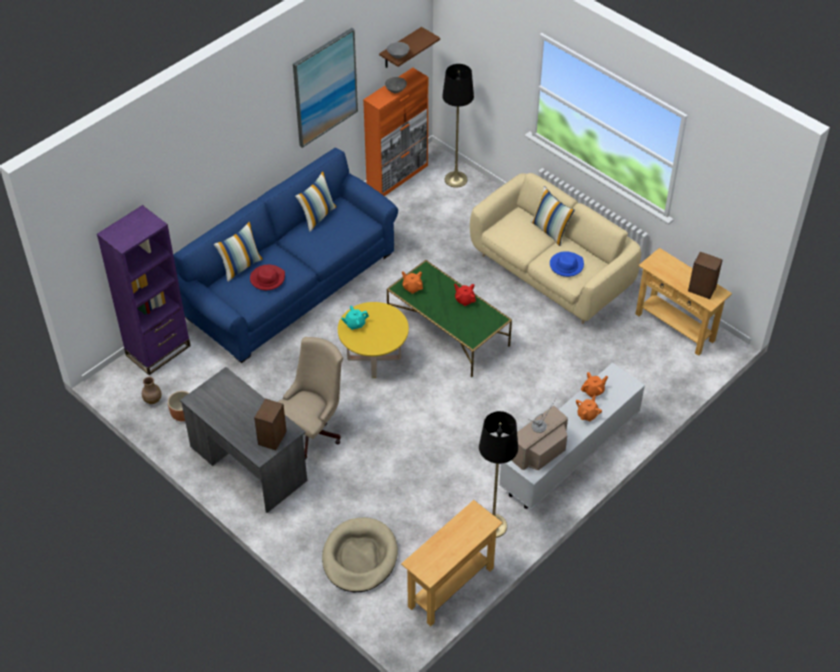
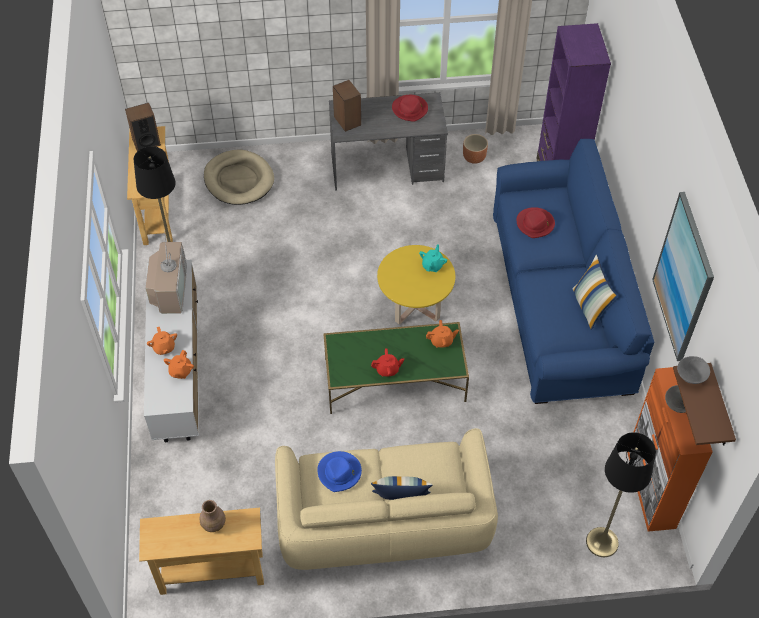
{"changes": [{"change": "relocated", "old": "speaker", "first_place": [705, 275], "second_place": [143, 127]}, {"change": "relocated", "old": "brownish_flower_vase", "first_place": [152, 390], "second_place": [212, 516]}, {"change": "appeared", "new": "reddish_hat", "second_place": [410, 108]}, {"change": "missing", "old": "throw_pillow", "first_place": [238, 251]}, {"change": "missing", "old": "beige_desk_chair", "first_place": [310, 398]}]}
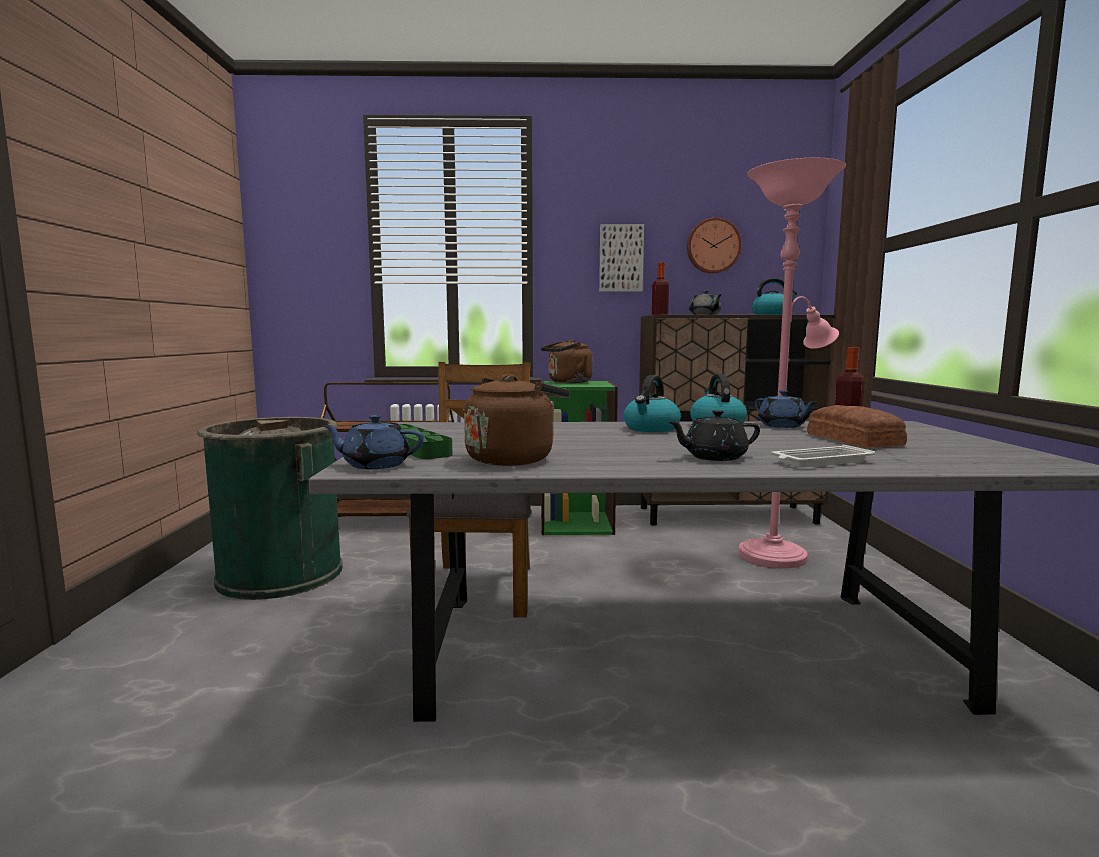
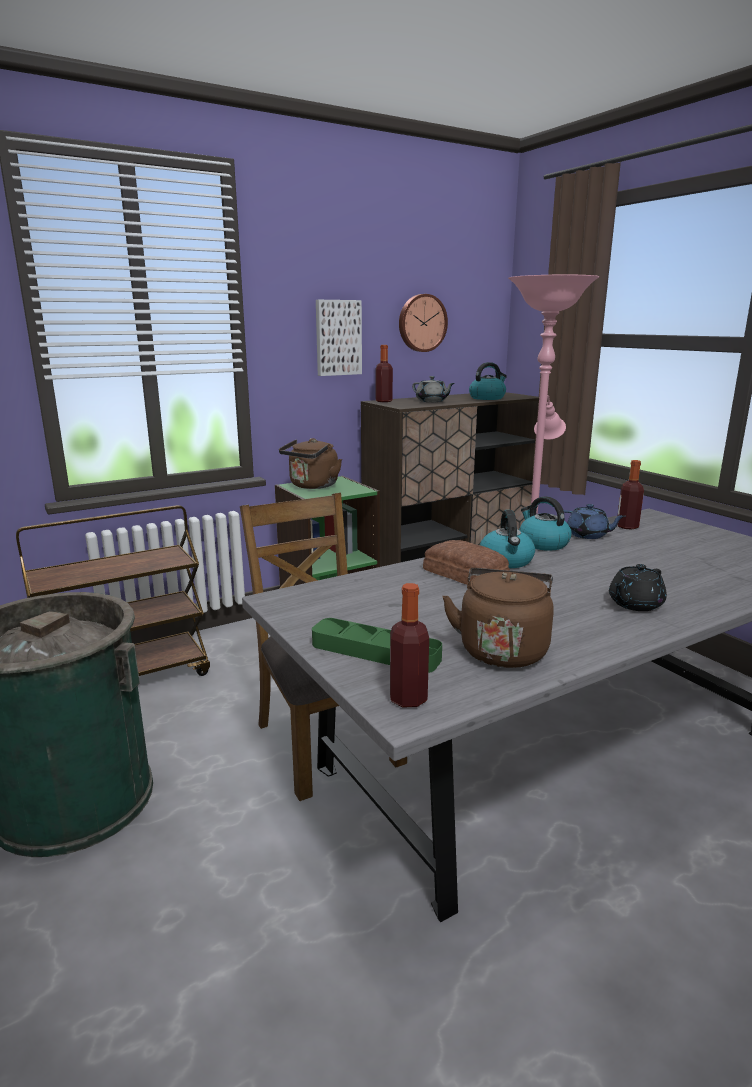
{"changes": [{"change": "exchanged", "old": "bluish_teapot", "new": "beverage_bottle", "first_place": [373, 442], "second_place": [409, 645]}, {"change": "relocated", "old": "bakery_bread", "first_place": [857, 426], "second_place": [466, 562]}, {"change": "missing", "old": "white-coloured_carrying_tray", "first_place": [823, 456]}]}
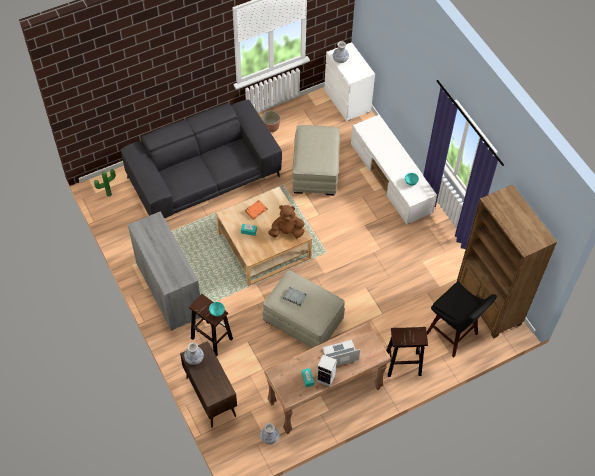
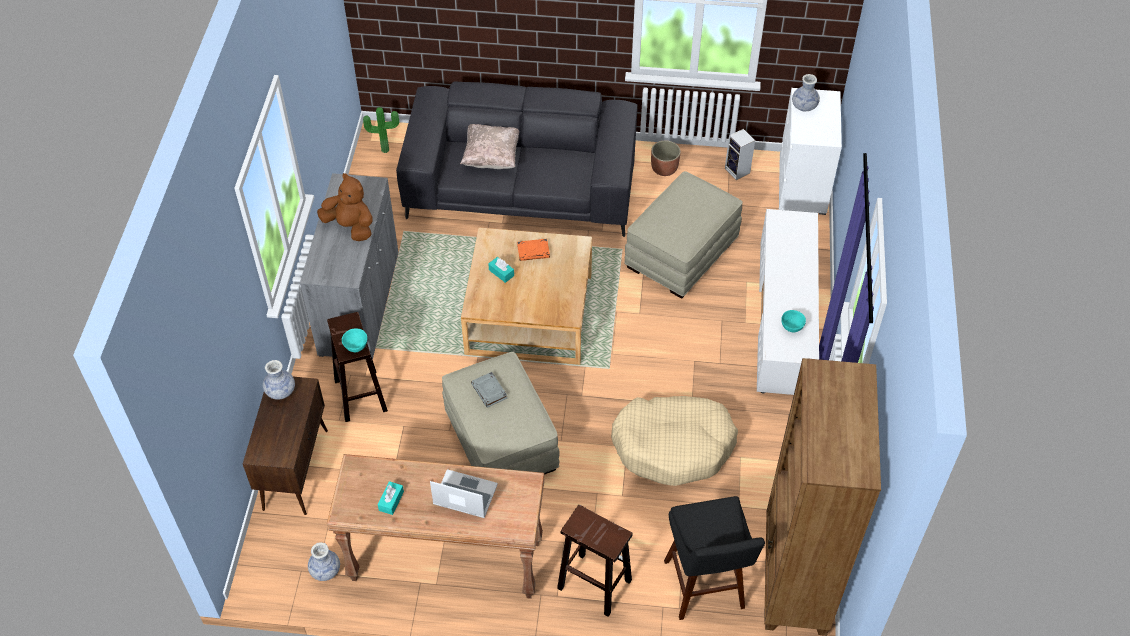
{"changes": [{"change": "relocated", "old": "brownish_soft_toy", "first_place": [286, 221], "second_place": [345, 207]}, {"change": "appeared", "new": "beige_throw_pillow", "second_place": [489, 146]}, {"change": "appeared", "new": "beige_pet_bed", "second_place": [674, 441]}, {"change": "relocated", "old": "speaker", "first_place": [326, 370], "second_place": [740, 154]}]}
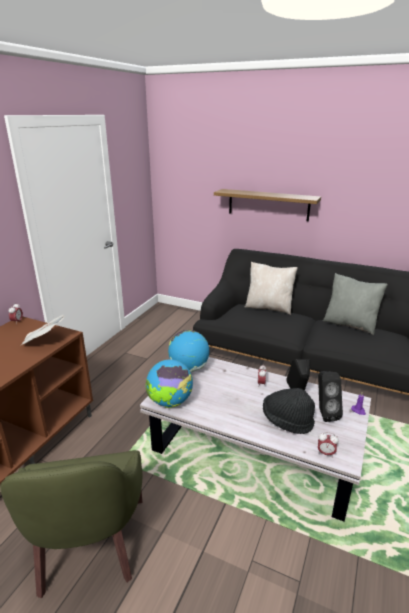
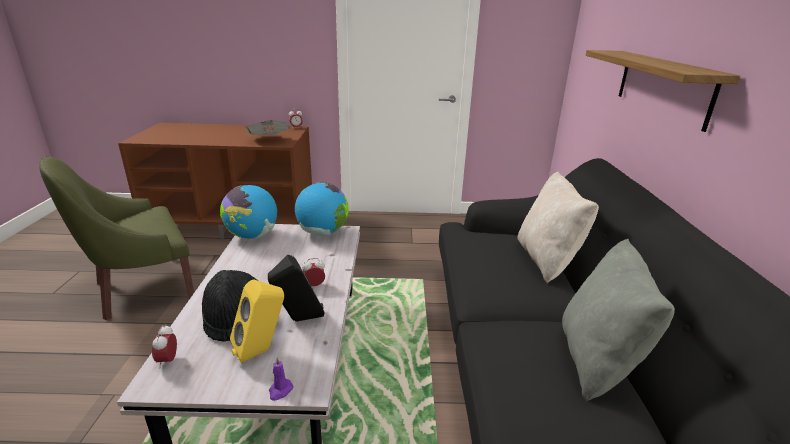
{"changes": [{"change": "colour", "old": "black-coloured_speaker", "new": "yellow-coloured_speaker", "first_place": [330, 396], "second_place": [257, 321]}]}
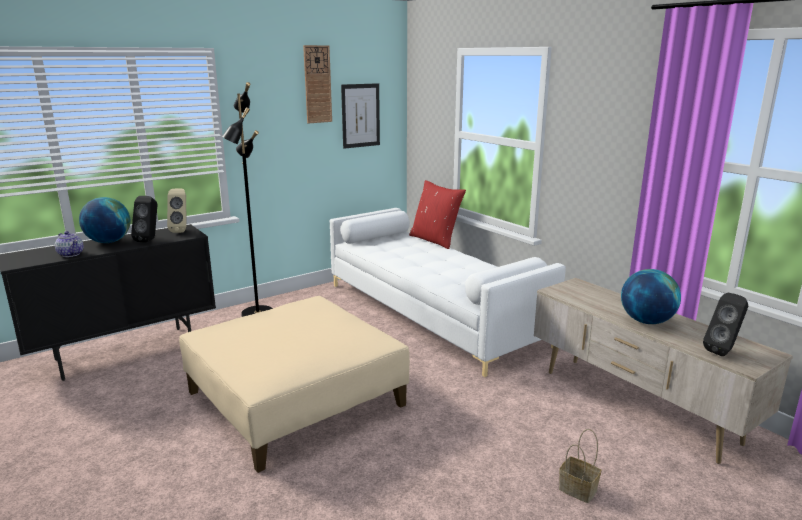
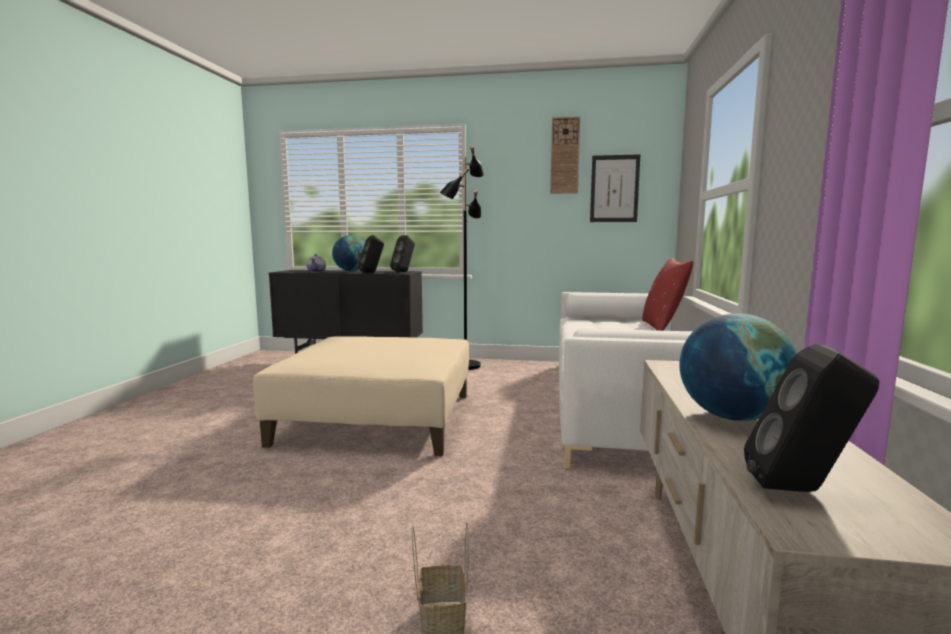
{"changes": [{"change": "colour", "old": "beige_speaker", "new": "black-coloured_speaker", "first_place": [176, 210], "second_place": [402, 253]}]}
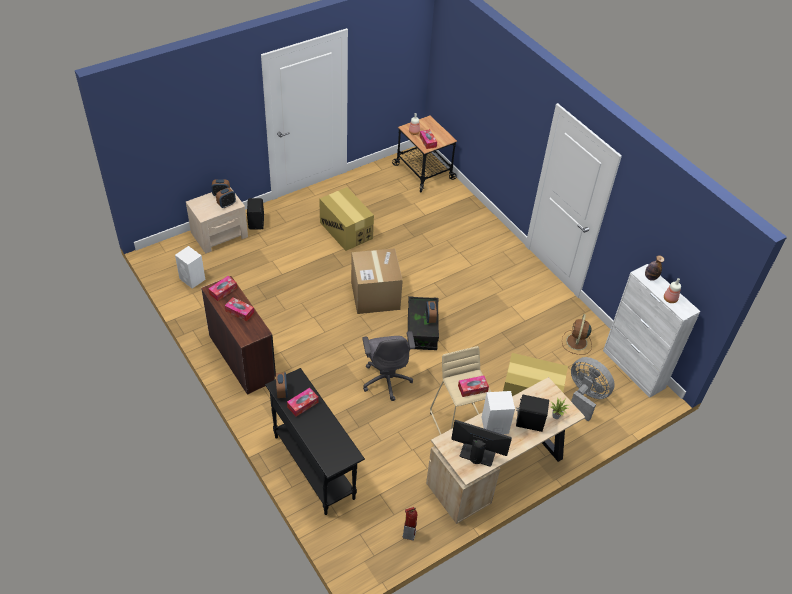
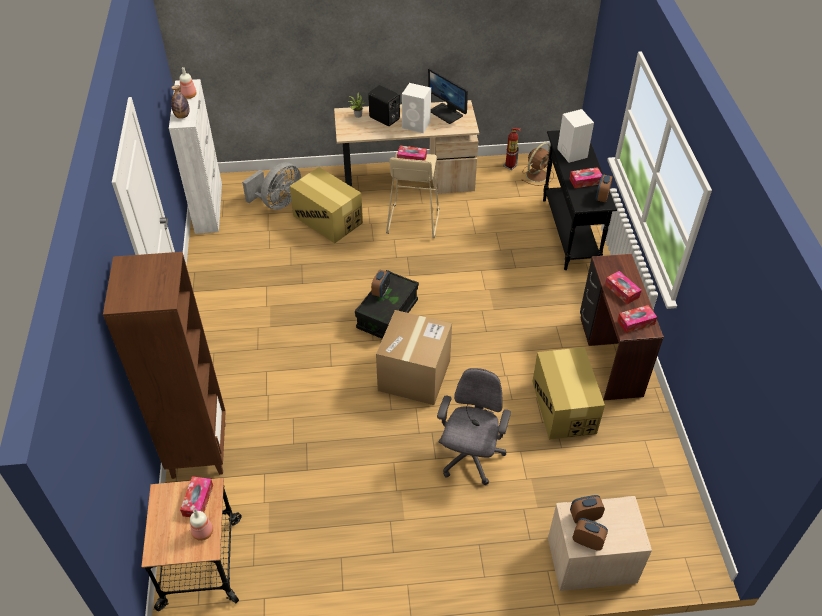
{"changes": [{"change": "appeared", "new": "brownish_bookcase", "second_place": [164, 365]}, {"change": "spun", "old": "grey_fan", "first_place": [593, 389], "second_place": [271, 186], "degrees": -120}, {"change": "relocated", "old": "grey_desk_chair", "first_place": [388, 366], "second_place": [474, 426]}, {"change": "relocated", "old": "brownish_fan", "first_place": [577, 334], "second_place": [537, 164]}, {"change": "relocated", "old": "packing_box", "first_place": [346, 219], "second_place": [568, 393]}, {"change": "relocated", "old": "white-coloured_speaker", "first_place": [190, 267], "second_place": [575, 136]}, {"change": "missing", "old": "black-coloured_speaker", "first_place": [255, 214]}]}
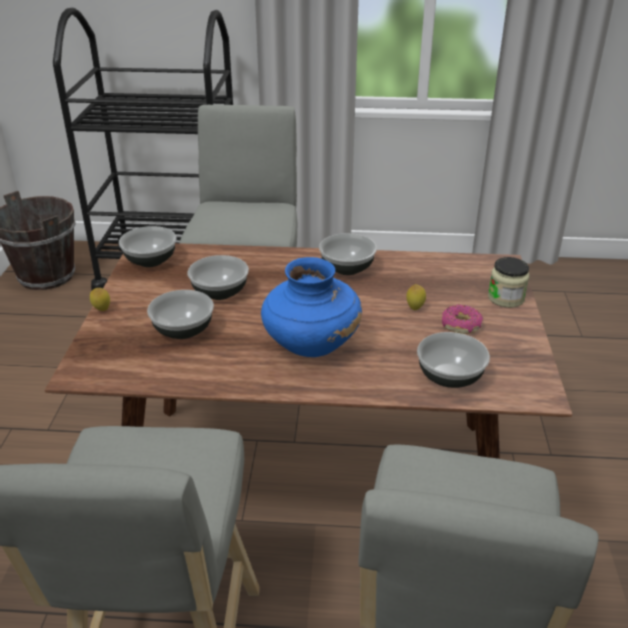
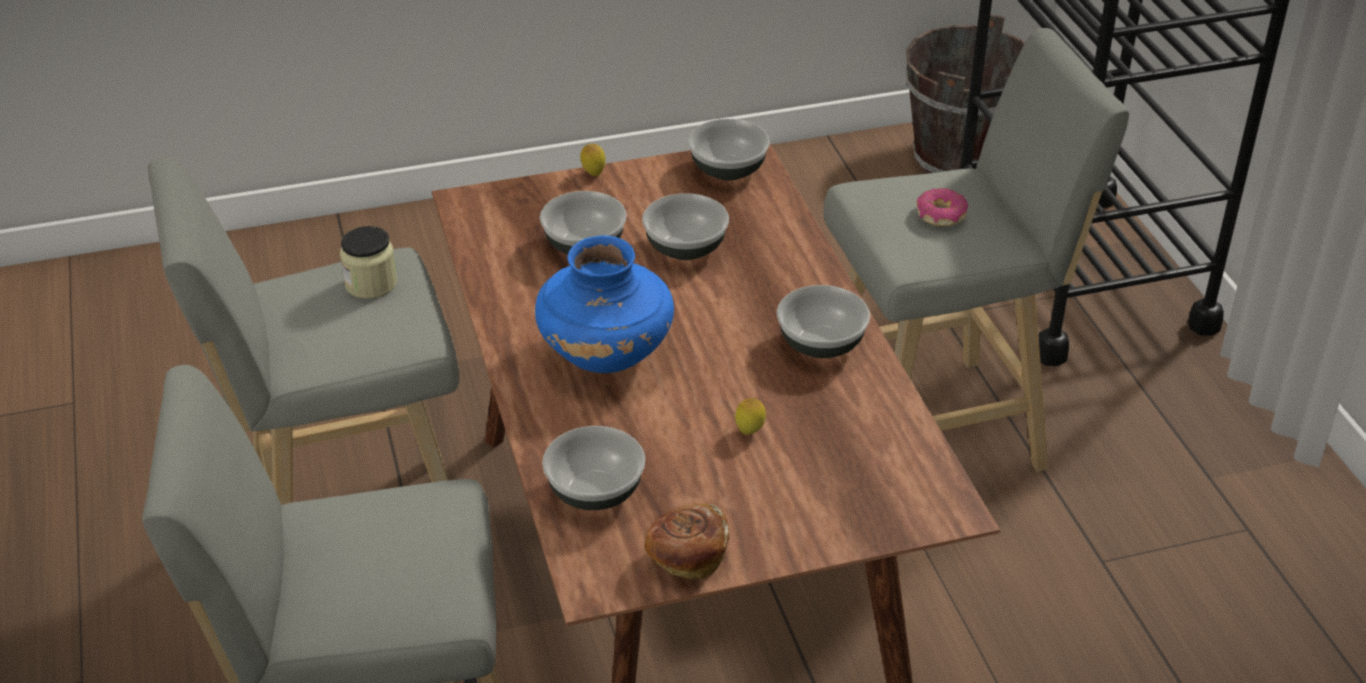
{"changes": [{"change": "relocated", "old": "jar", "first_place": [508, 282], "second_place": [368, 262]}, {"change": "appeared", "new": "bakery_bread", "second_place": [686, 541]}, {"change": "relocated", "old": "doughnut", "first_place": [462, 319], "second_place": [942, 207]}]}
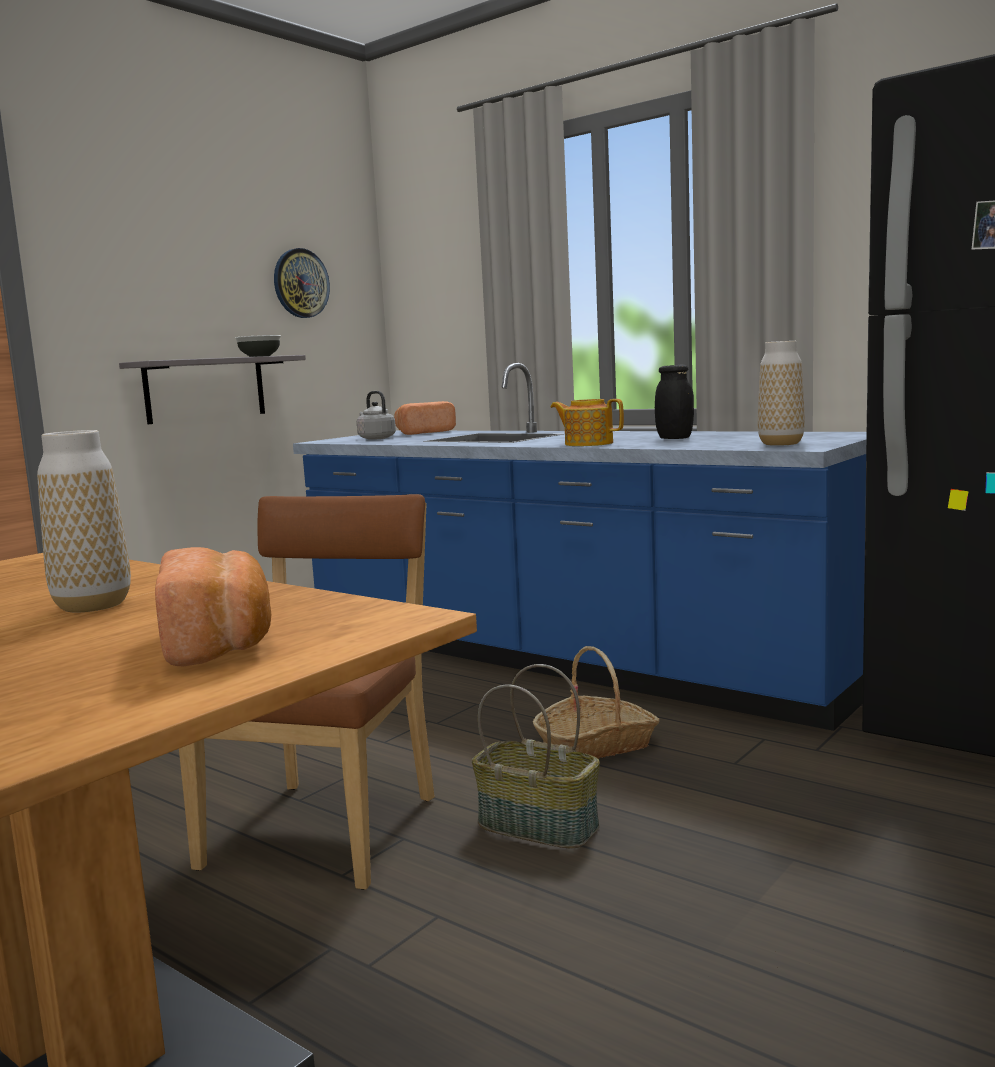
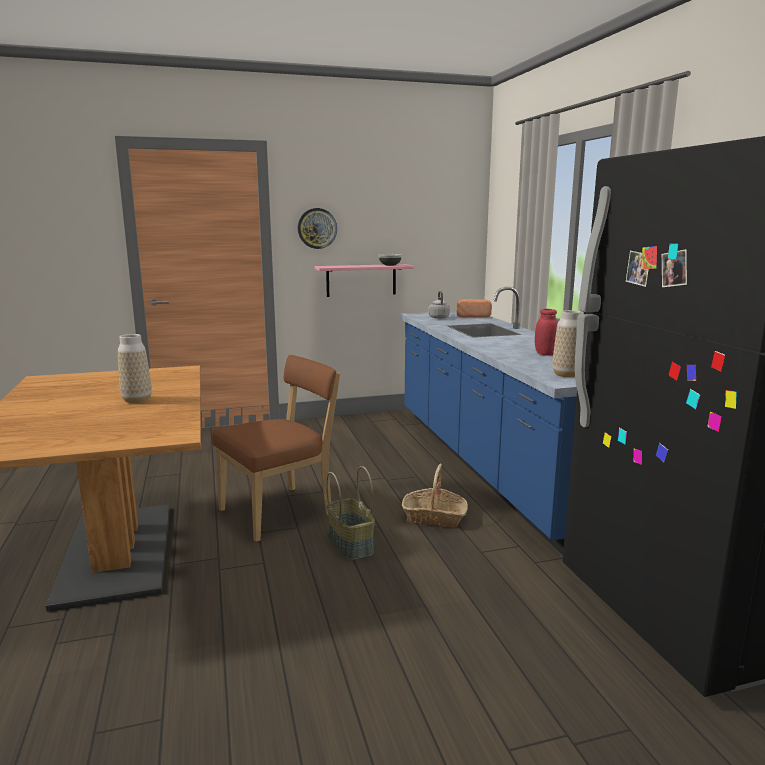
{"changes": [{"change": "relocated", "old": "wall_clock", "first_place": [302, 283], "second_place": [317, 228]}, {"change": "colour", "old": "grey_bracket_shelf", "new": "pink_bracket_shelf", "first_place": [212, 389], "second_place": [364, 280]}, {"change": "colour", "old": "black-coloured_jar", "new": "reddish_jar", "first_place": [674, 401], "second_place": [546, 332]}, {"change": "missing", "old": "bakery_bread", "first_place": [213, 606]}, {"change": "missing", "old": "teapot", "first_place": [587, 422]}]}
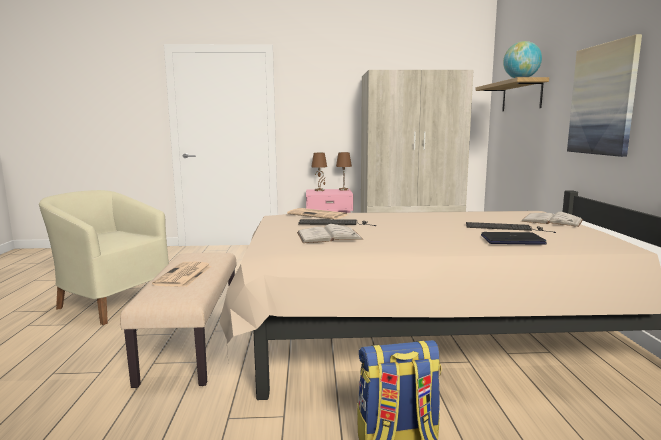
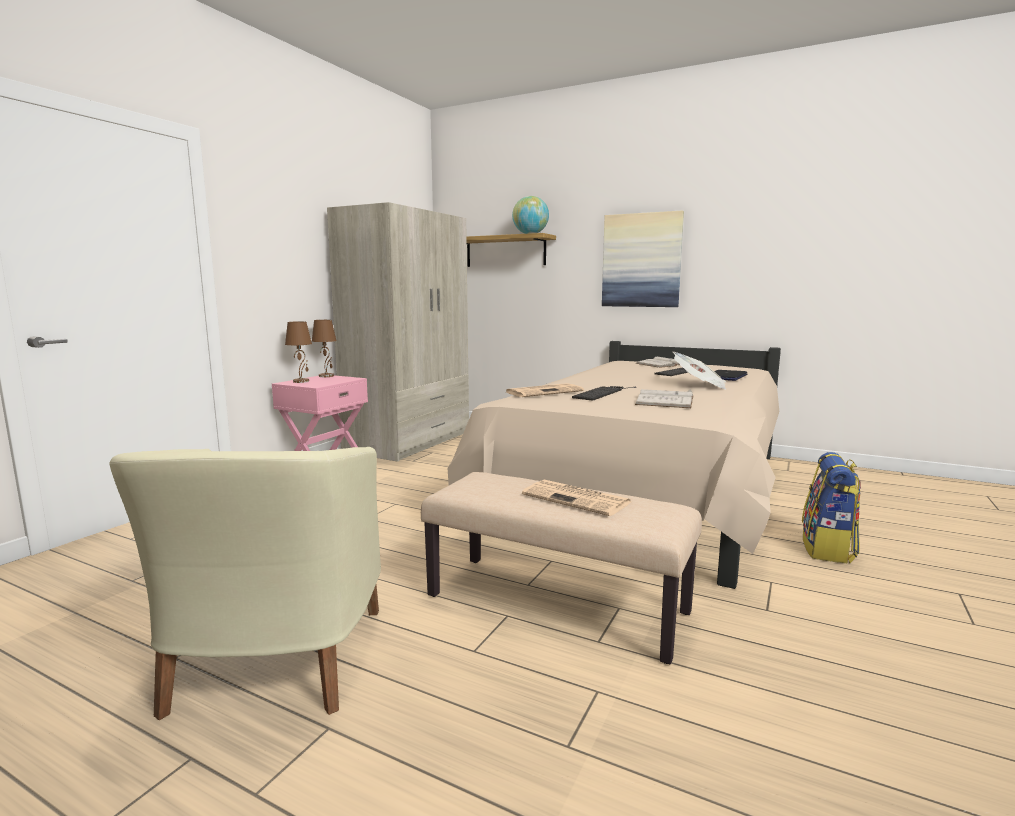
{"changes": [{"change": "spun", "old": "beige_lounge_chair", "first_place": [104, 257], "second_place": [245, 583], "degrees": -60}, {"change": "appeared", "new": "newspaper", "second_place": [699, 370]}]}
